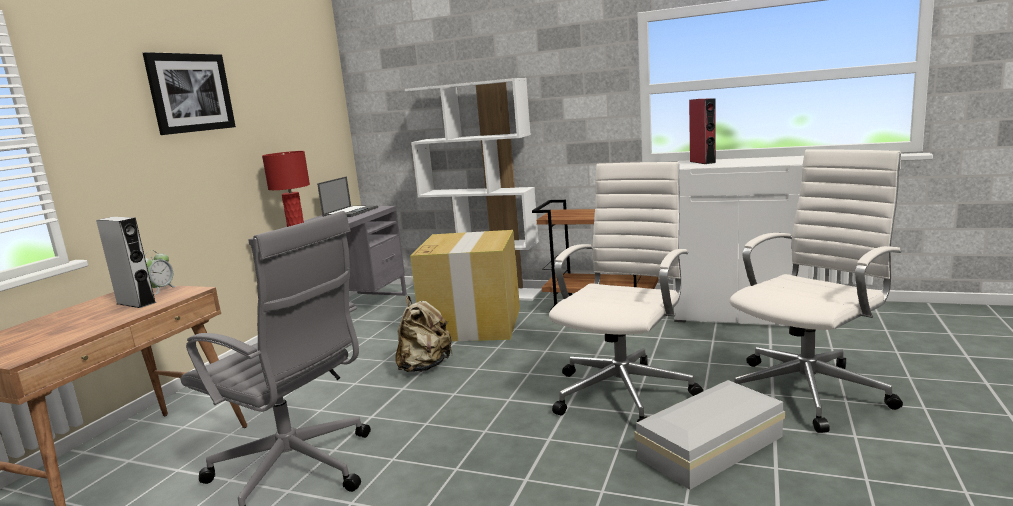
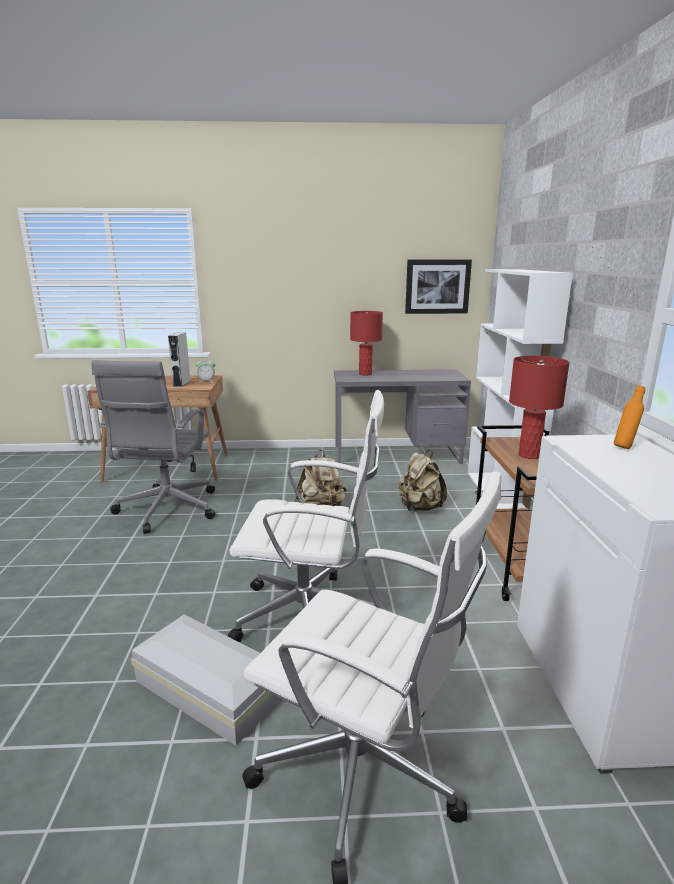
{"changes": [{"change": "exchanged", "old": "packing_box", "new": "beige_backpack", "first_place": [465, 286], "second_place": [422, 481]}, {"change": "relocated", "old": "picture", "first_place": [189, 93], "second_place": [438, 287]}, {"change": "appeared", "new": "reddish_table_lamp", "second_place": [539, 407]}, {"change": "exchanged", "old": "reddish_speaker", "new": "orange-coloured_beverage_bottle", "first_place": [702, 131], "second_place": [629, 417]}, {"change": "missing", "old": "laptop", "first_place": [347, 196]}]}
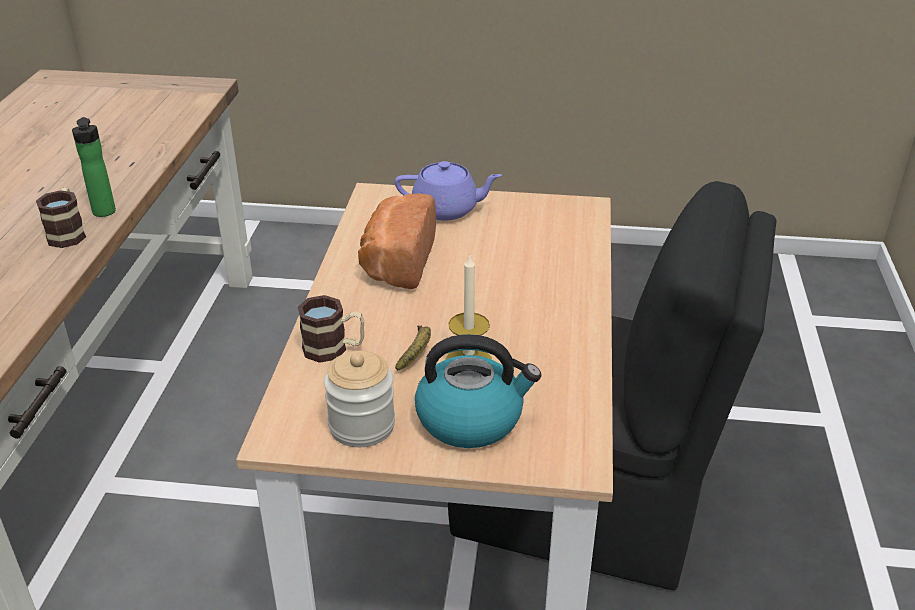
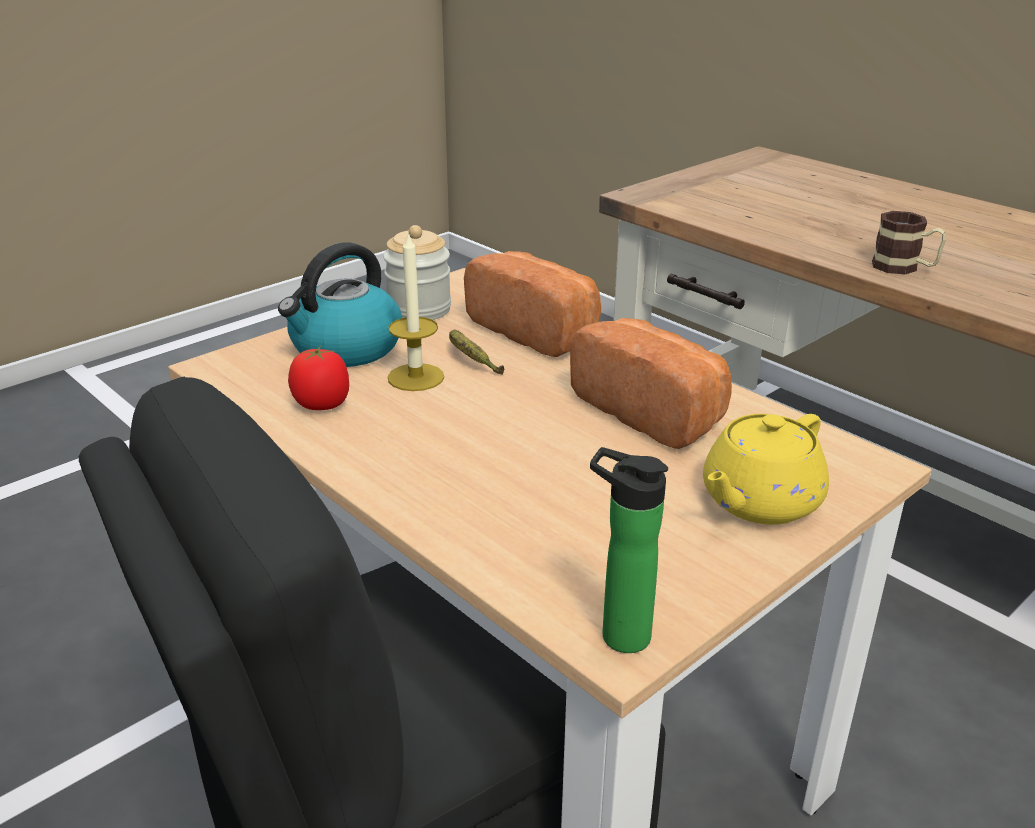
{"changes": [{"change": "appeared", "new": "fresh_tomato", "second_place": [318, 377]}, {"change": "exchanged", "old": "tea_mug", "new": "bakery_bread", "first_place": [331, 329], "second_place": [532, 304]}, {"change": "relocated", "old": "beverage_bottle", "first_place": [94, 167], "second_place": [629, 550]}, {"change": "colour", "old": "purplish_teapot", "new": "yellow-coloured_teapot", "first_place": [448, 190], "second_place": [766, 469]}]}
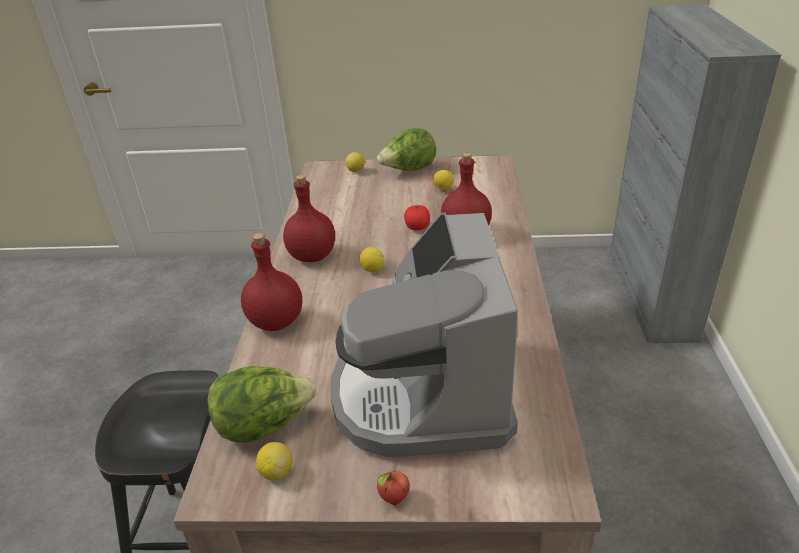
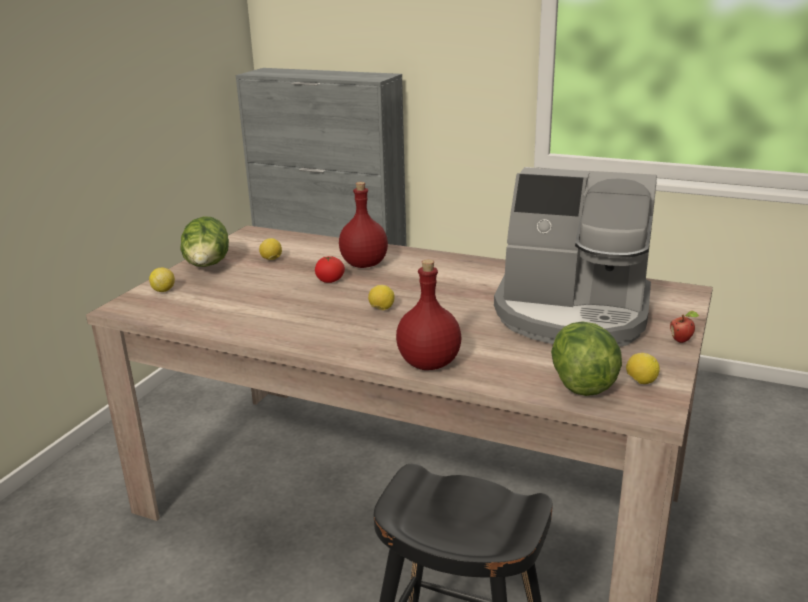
{"changes": [{"change": "missing", "old": "reddish_beverage_bottle", "first_place": [309, 218]}]}
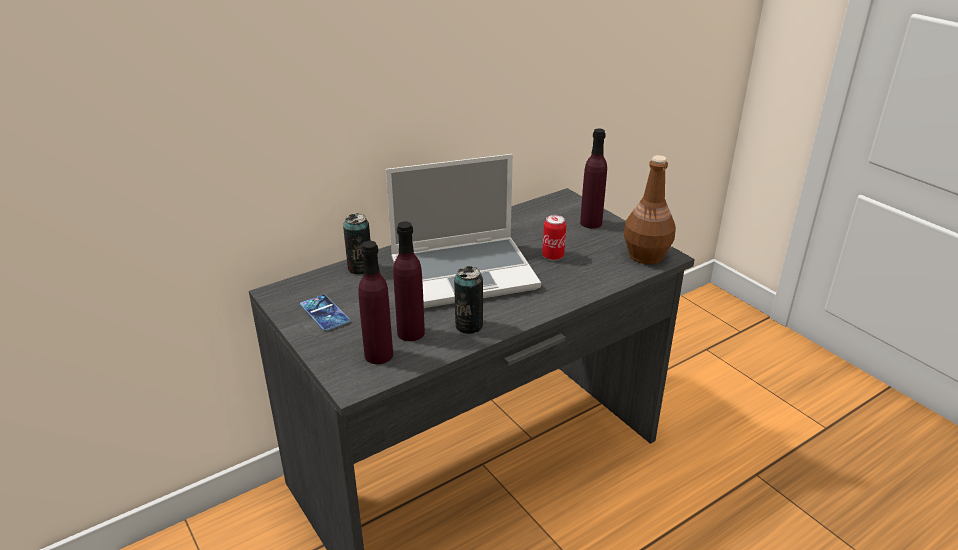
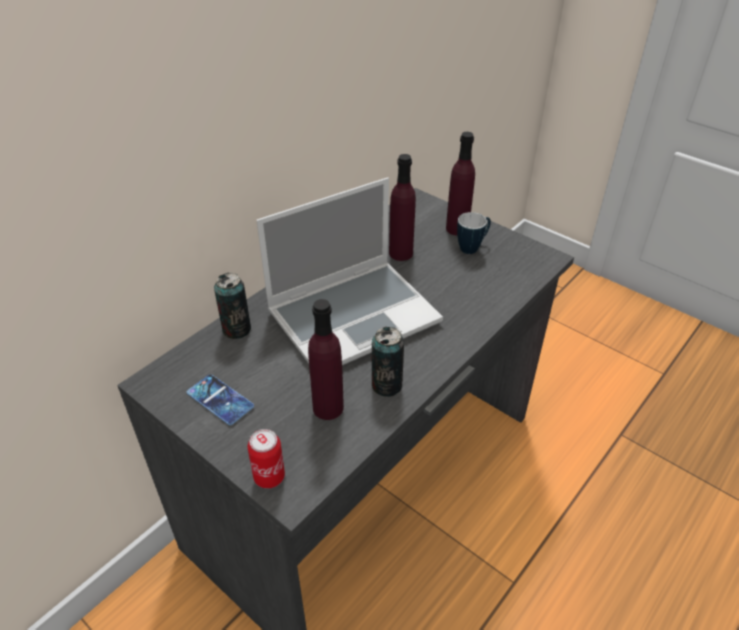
{"changes": [{"change": "relocated", "old": "sealed_can", "first_place": [554, 238], "second_place": [266, 458]}, {"change": "relocated", "old": "purplish_beverage_bottle", "first_place": [375, 302], "second_place": [402, 207]}, {"change": "appeared", "new": "tea_mug", "second_place": [474, 233]}, {"change": "missing", "old": "brownish_beverage_bottle", "first_place": [650, 209]}]}
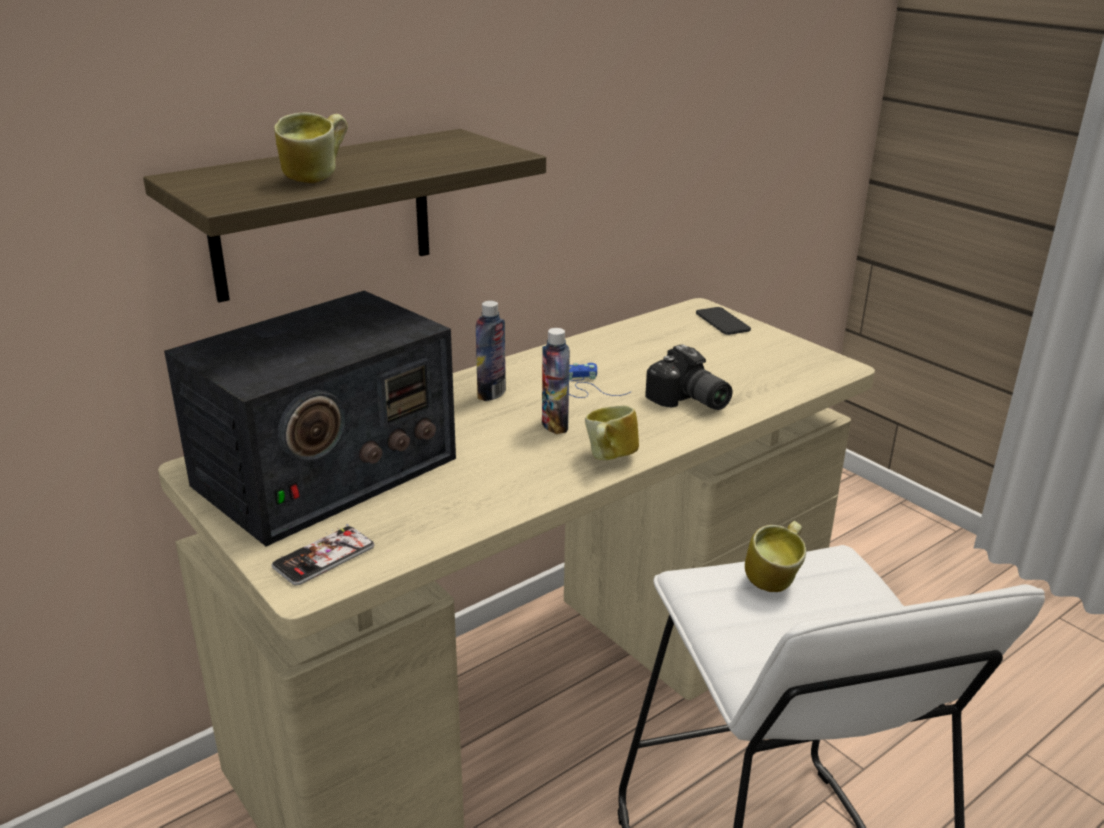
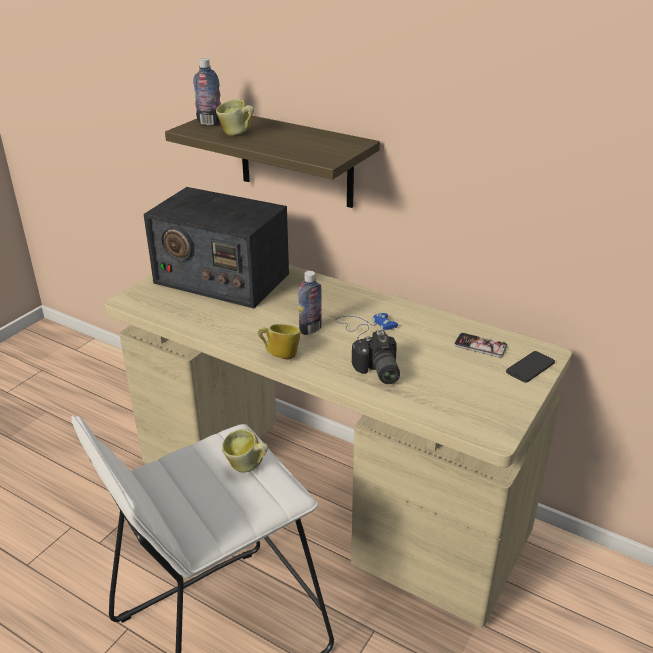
{"changes": [{"change": "relocated", "old": "beverage_bottle", "first_place": [491, 351], "second_place": [207, 91]}, {"change": "spun", "old": "still_camera", "first_place": [689, 377], "second_place": [376, 357], "degrees": -45}, {"change": "relocated", "old": "telephone", "first_place": [323, 554], "second_place": [481, 345]}]}
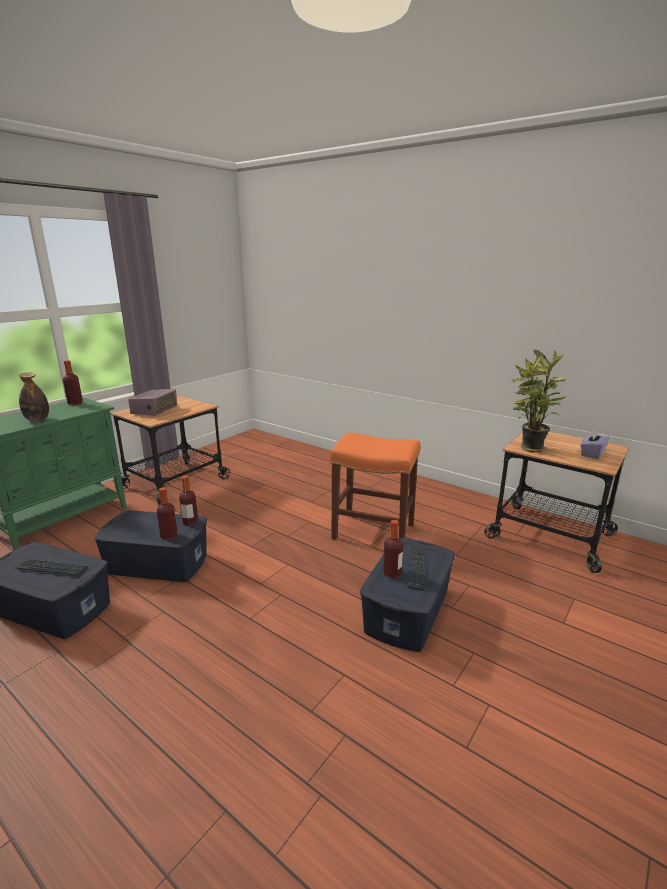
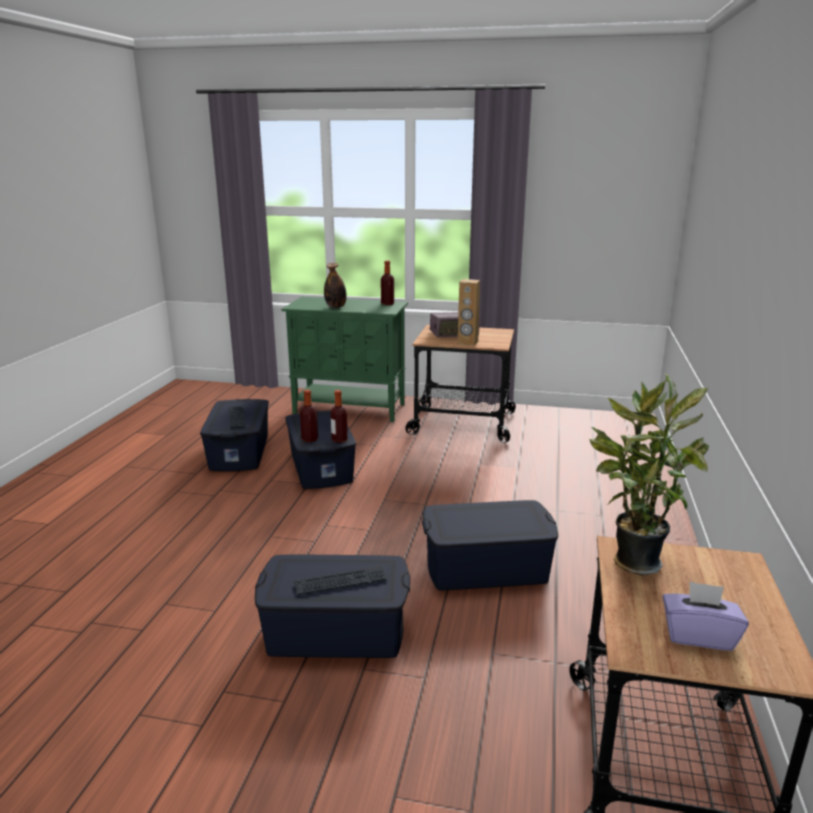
{"changes": [{"change": "exchanged", "old": "orange-coloured_stool_seat", "new": "bluish_storage_bin", "first_place": [375, 486], "second_place": [490, 545]}, {"change": "appeared", "new": "brownish_speaker", "second_place": [469, 312]}, {"change": "missing", "old": "beverage_bottle", "first_place": [393, 549]}]}
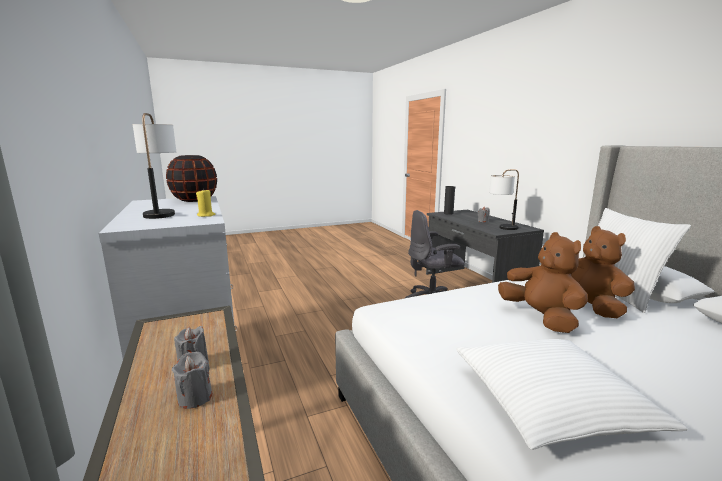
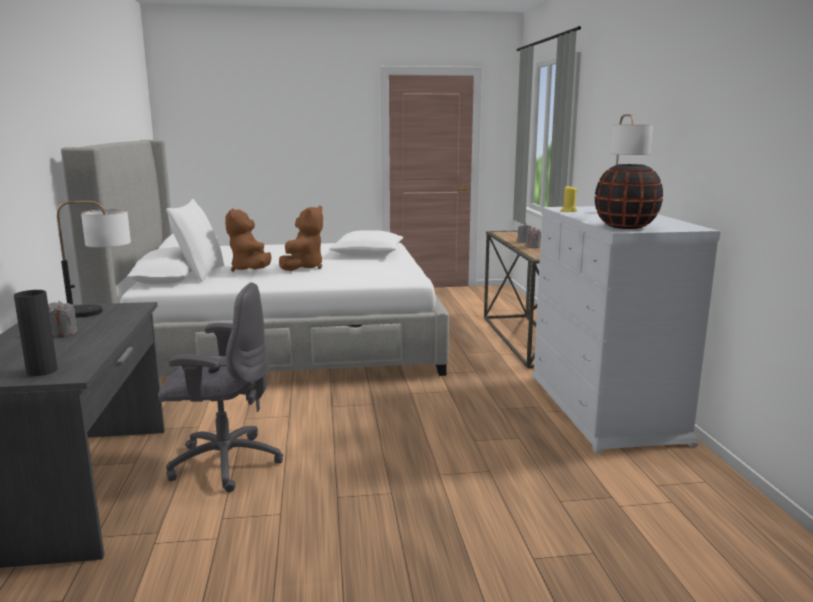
{"changes": [{"change": "spun", "old": "brownish_soft_toy", "first_place": [543, 282], "second_place": [301, 238], "degrees": -150}]}
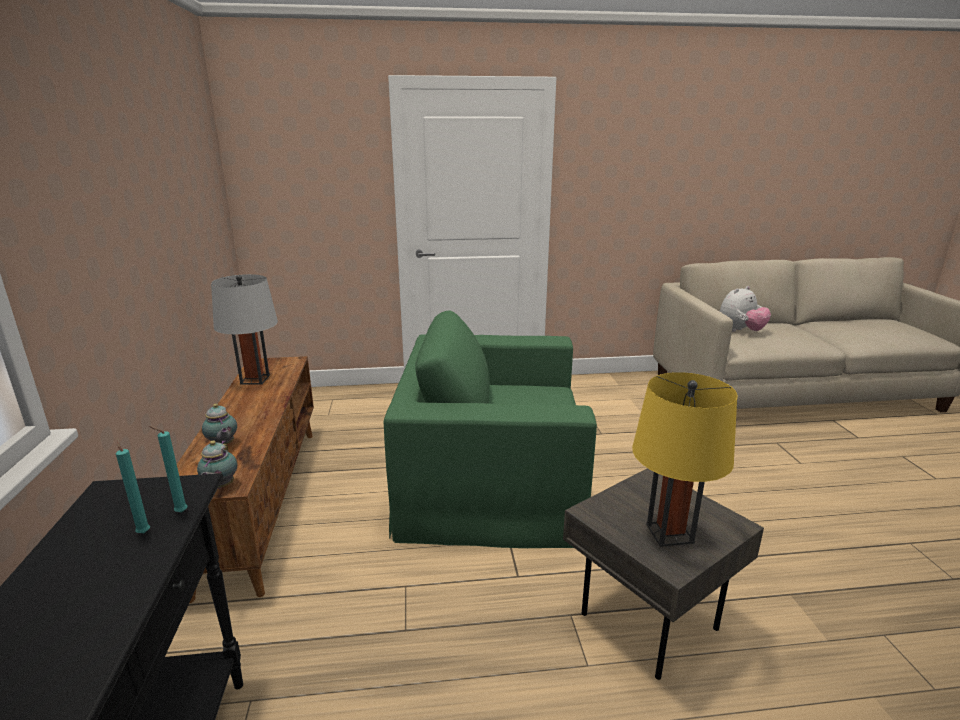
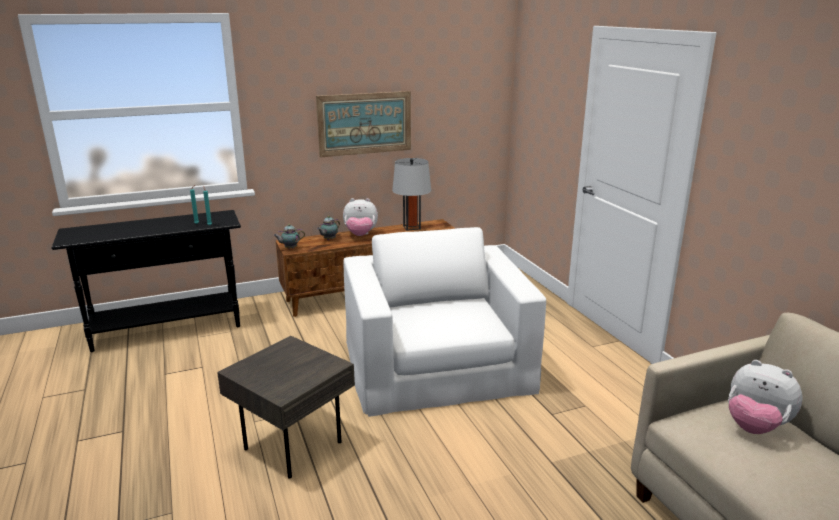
{"changes": [{"change": "appeared", "new": "picture", "second_place": [363, 124]}, {"change": "appeared", "new": "soft_toy", "second_place": [360, 217]}, {"change": "colour", "old": "greenish_lounge_chair", "new": "white-coloured_lounge_chair", "first_place": [490, 429], "second_place": [444, 322]}, {"change": "missing", "old": "yellow-coloured_table_lamp", "first_place": [685, 459]}]}
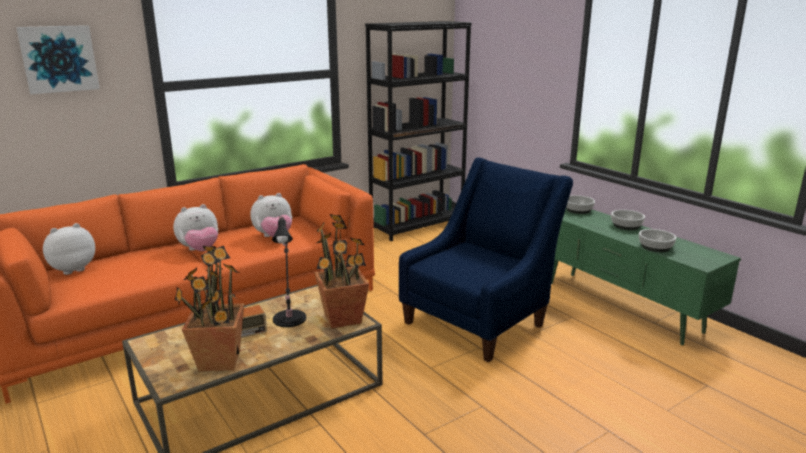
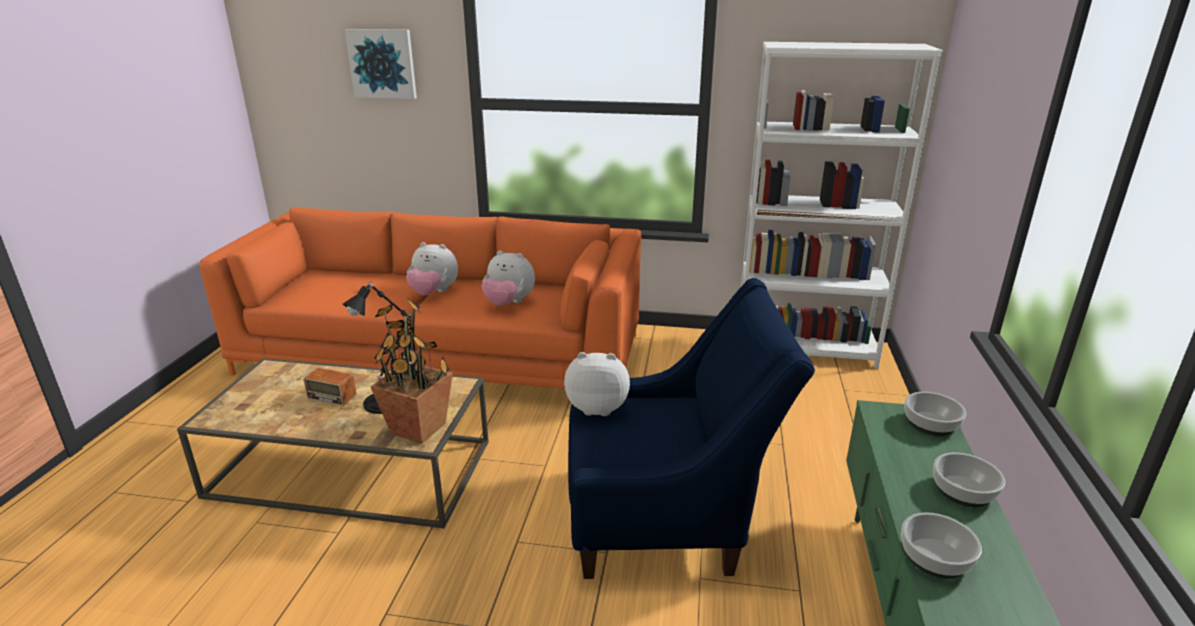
{"changes": [{"change": "relocated", "old": "soft_toy", "first_place": [69, 249], "second_place": [597, 384]}, {"change": "colour", "old": "black-coloured_bookcase", "new": "white-coloured_bookcase", "first_place": [418, 131], "second_place": [842, 205]}, {"change": "missing", "old": "houseplant", "first_place": [209, 309]}]}
